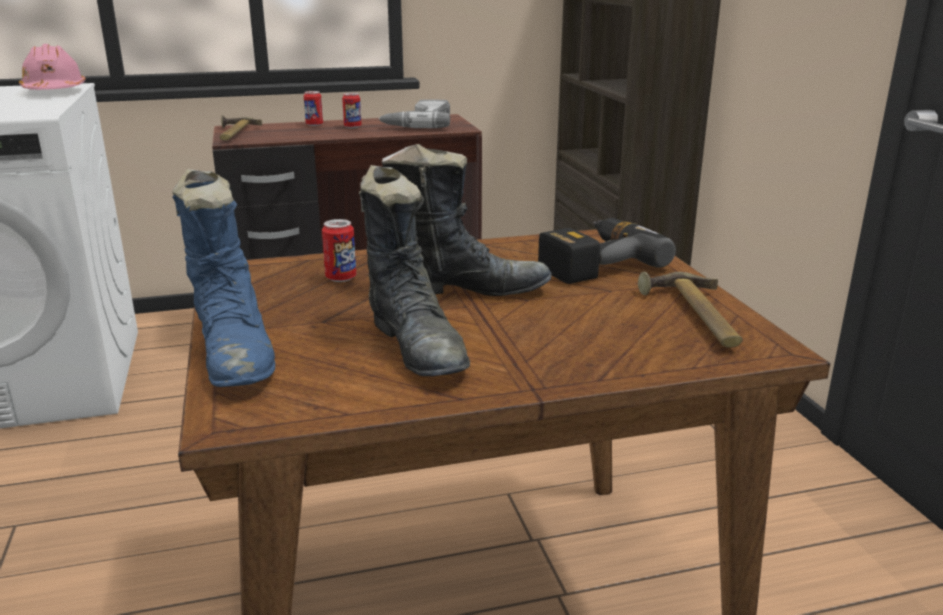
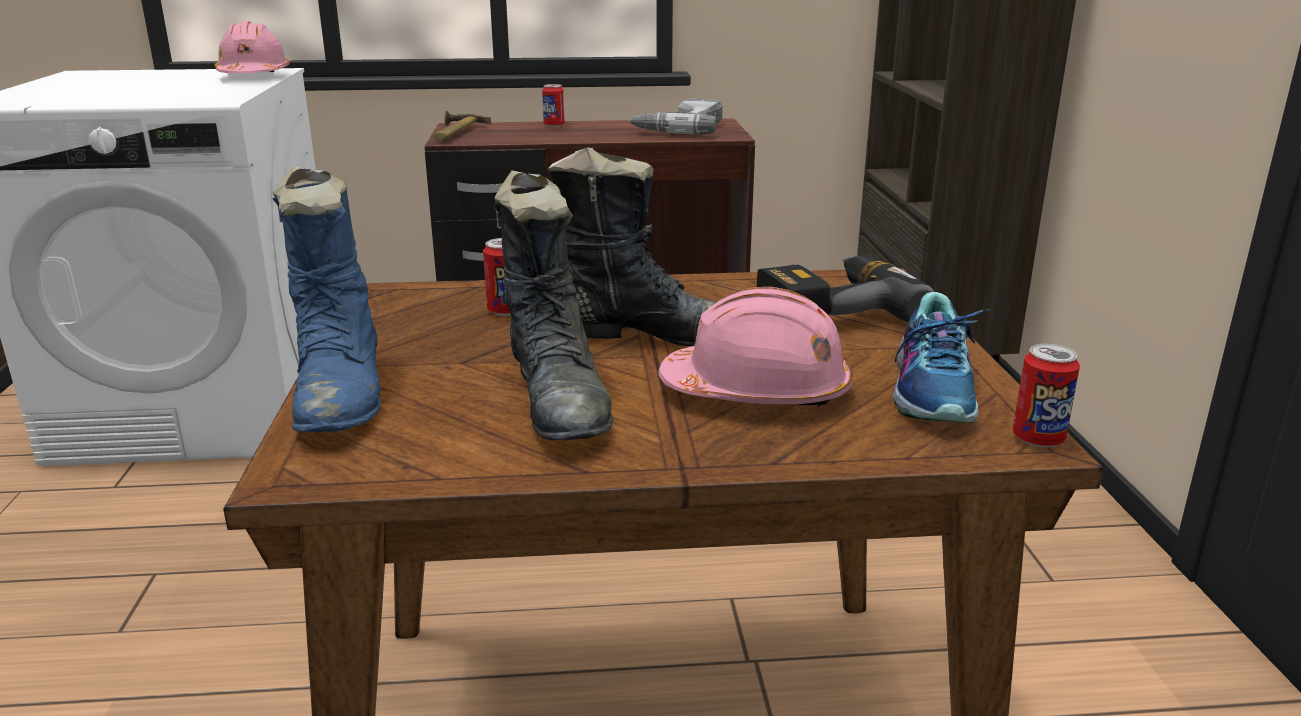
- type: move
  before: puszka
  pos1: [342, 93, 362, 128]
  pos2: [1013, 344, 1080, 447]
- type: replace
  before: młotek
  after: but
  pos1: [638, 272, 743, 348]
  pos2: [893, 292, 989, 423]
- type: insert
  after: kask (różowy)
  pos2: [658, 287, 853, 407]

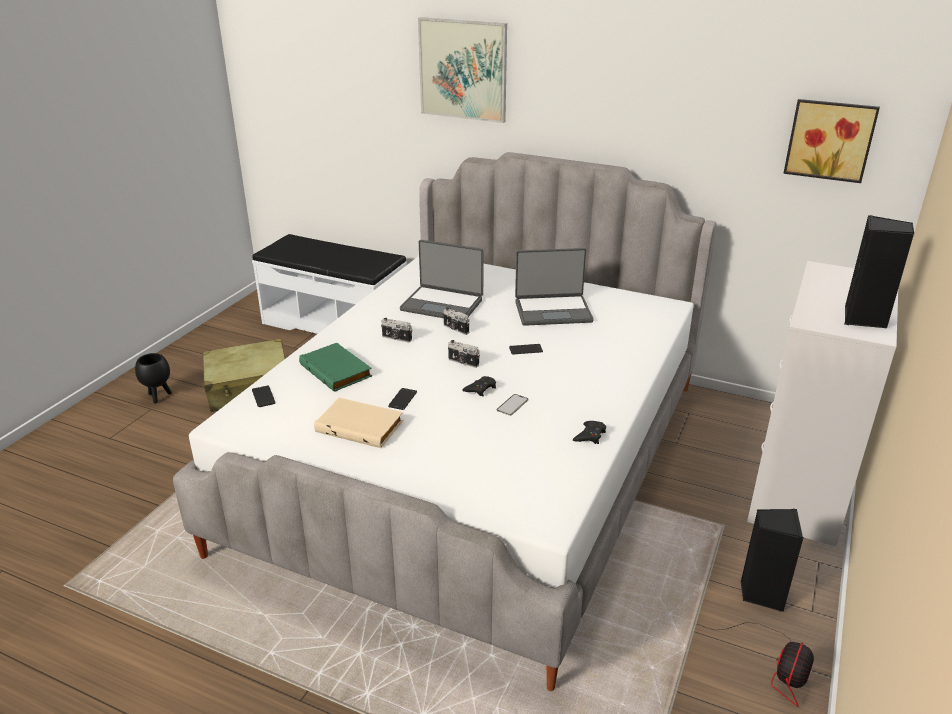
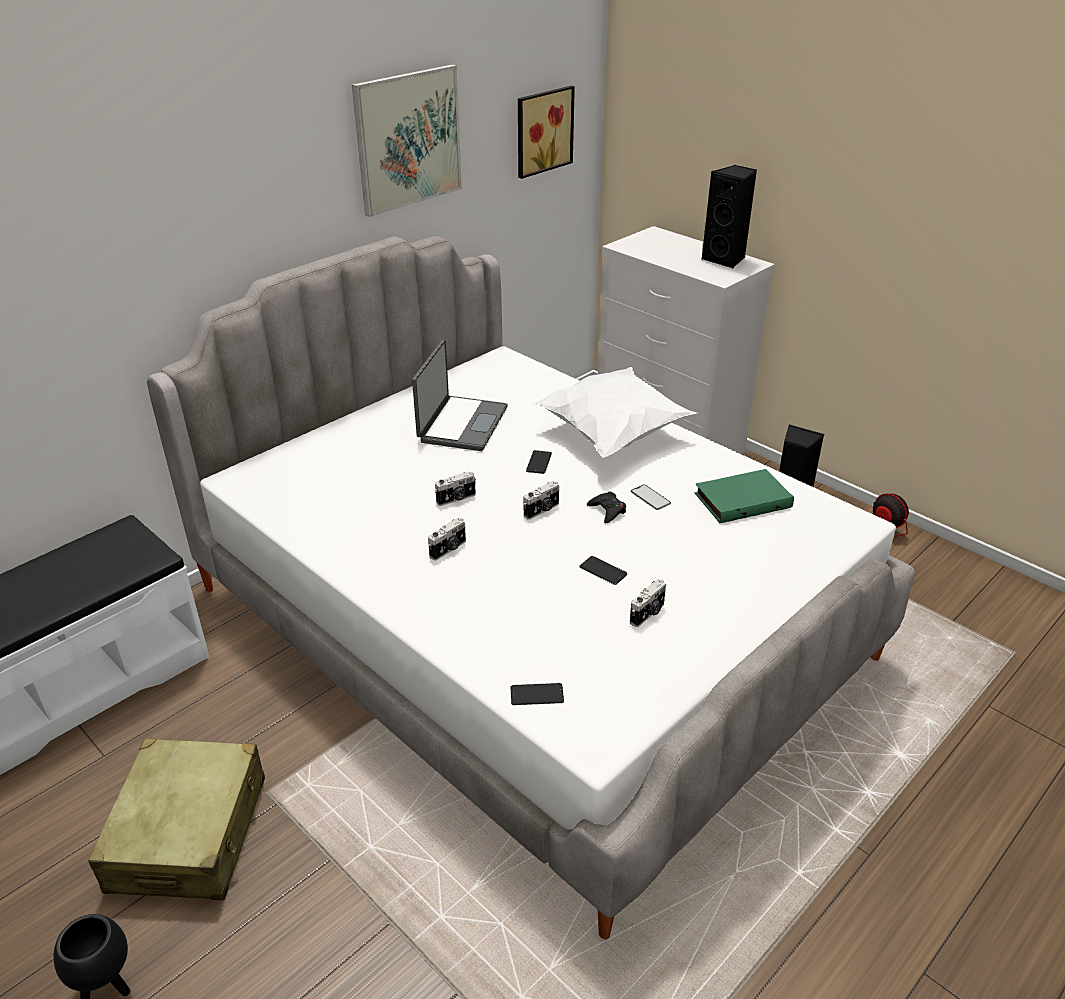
- type: move
  before: książka (zielony)
  pos1: [299, 343, 372, 392]
  pos2: [695, 469, 794, 523]
- type: replace
  before: książka (beżowy)
  after: aparat fotograficzny
  pos1: [314, 397, 403, 448]
  pos2: [630, 579, 666, 627]
- type: delete
  before: laptop
  pos1: [400, 240, 484, 318]
- type: move
  before: obraz
  pos1: [418, 17, 507, 123]
  pos2: [352, 65, 462, 217]
- type: delete
  before: pad do gier (czarny)
  pos1: [573, 421, 606, 444]
- type: insert
  after: poduszka (biały)
  pos2: [533, 367, 697, 458]

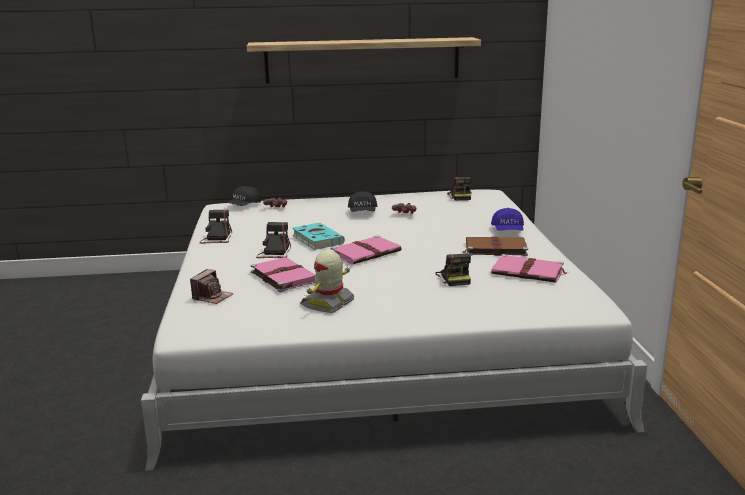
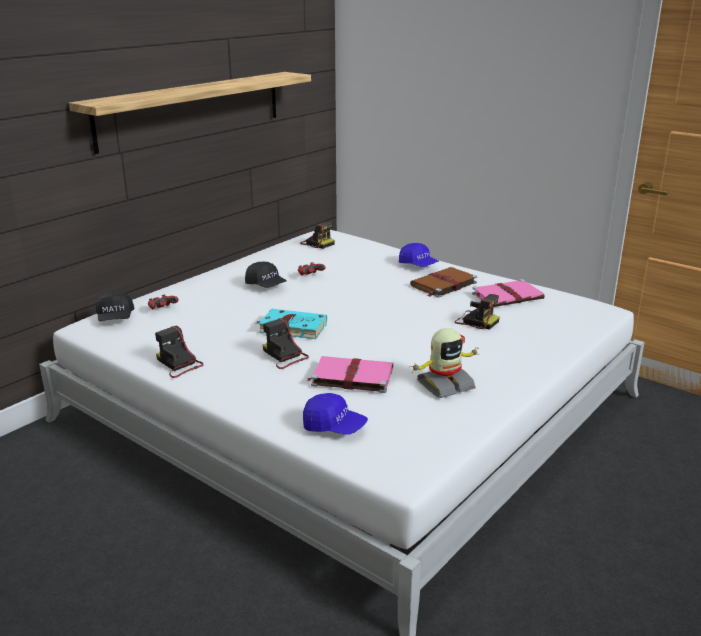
- type: replace
  before: aparat fotograficzny
  after: czapka z daszkiem (niebieski)
  pos1: [190, 269, 233, 304]
  pos2: [303, 393, 368, 435]
- type: rotate
  before: robot zabawkowy
  pos1: [300, 250, 355, 313]
  pos2: [409, 328, 479, 398]
  turn: -105
- type: delete
  before: książka (różowy)
  pos1: [331, 235, 402, 264]

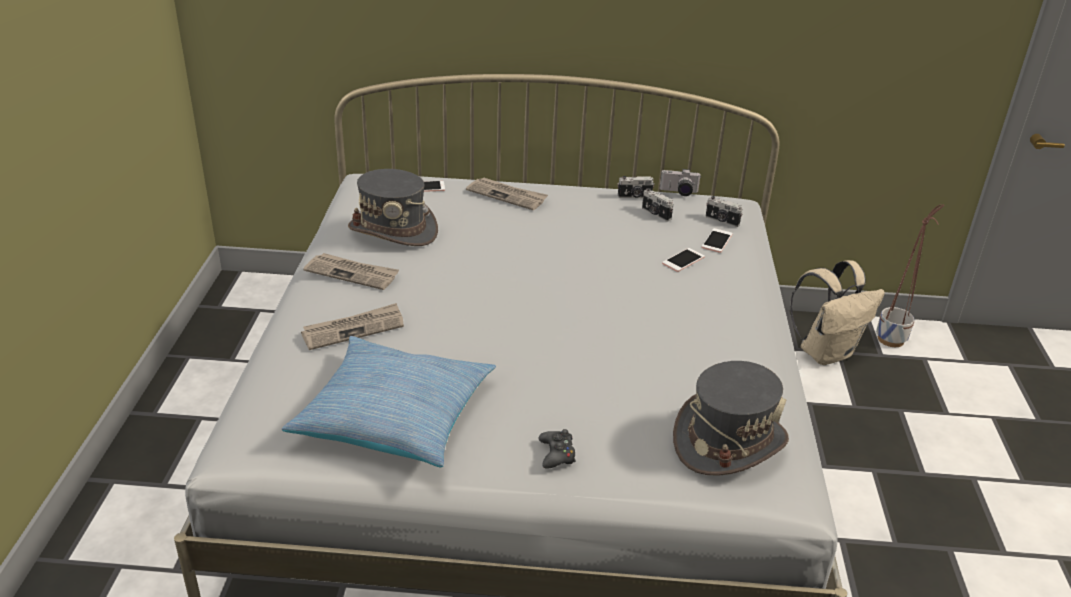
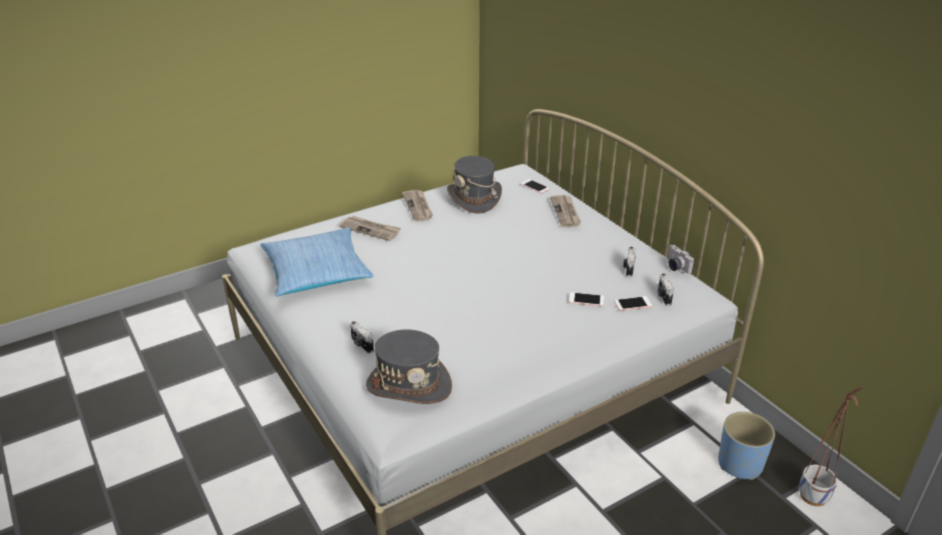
- type: delete
  before: pad do gier (czarny)
  pos1: [539, 429, 576, 469]
- type: move
  before: aparat fotograficzny
  pos1: [617, 176, 655, 198]
  pos2: [350, 321, 374, 354]
- type: replace
  before: plecak (beżowy)
  after: donica (niebieski)
  pos1: [790, 260, 885, 365]
  pos2: [718, 412, 775, 480]

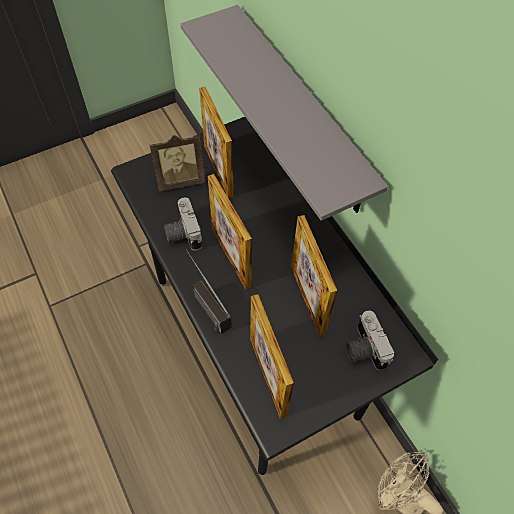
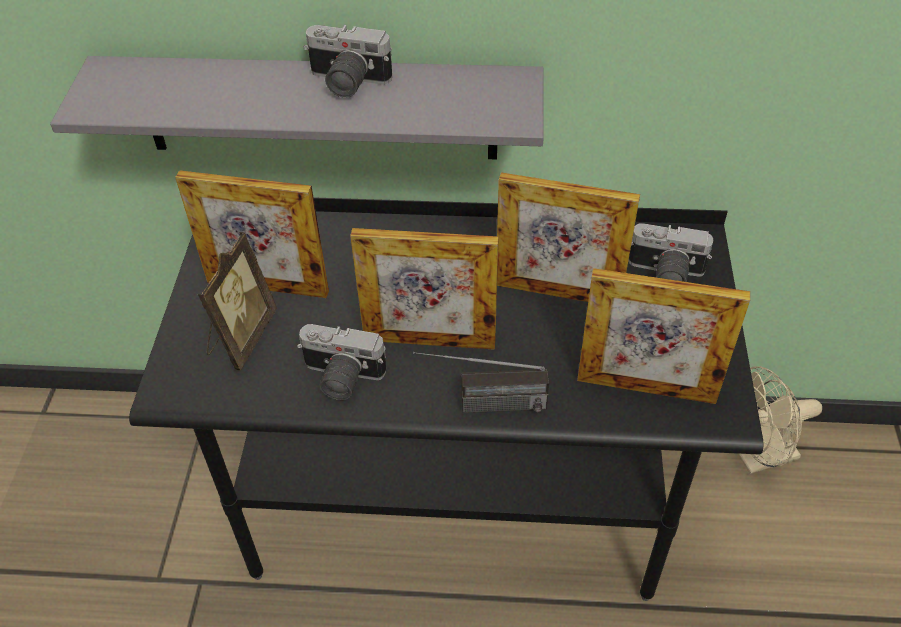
- type: insert
  after: aparat fotograficzny
  pos2: [303, 25, 392, 98]

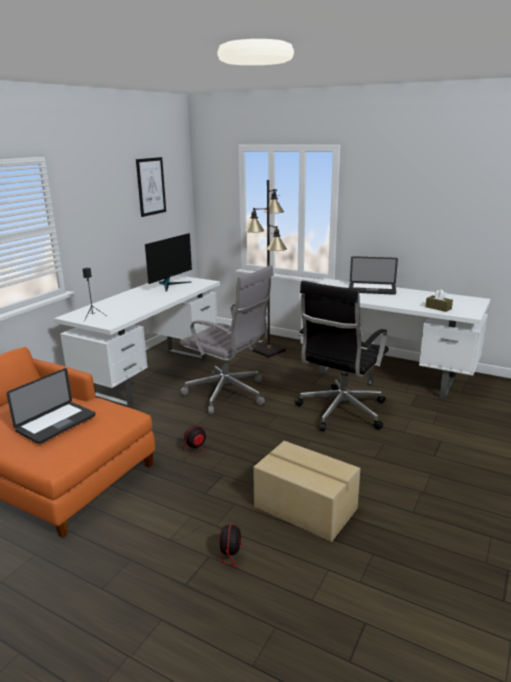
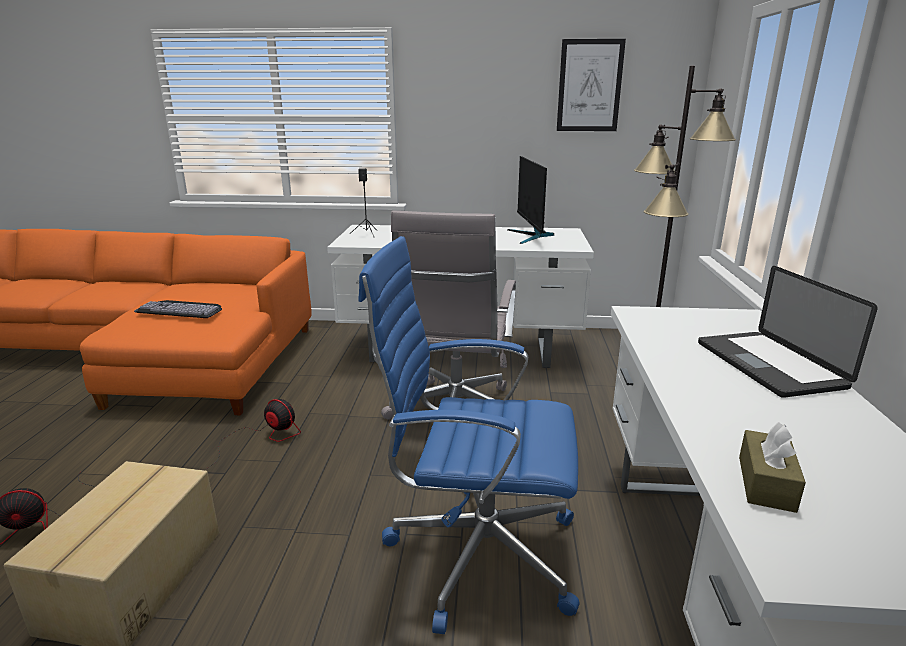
- type: replace
  before: laptop
  after: klawiatura
  pos1: [7, 368, 96, 444]
  pos2: [134, 300, 222, 318]
- type: rotate
  before: monitor
  pos1: [145, 233, 192, 291]
  pos2: [507, 156, 554, 244]
  turn: 75
- type: recolor
  before: krzesło biurowe (czarny)
  after: krzesło biurowe (niebieski)
  pos1: [295, 281, 389, 431]
  pos2: [358, 236, 580, 634]

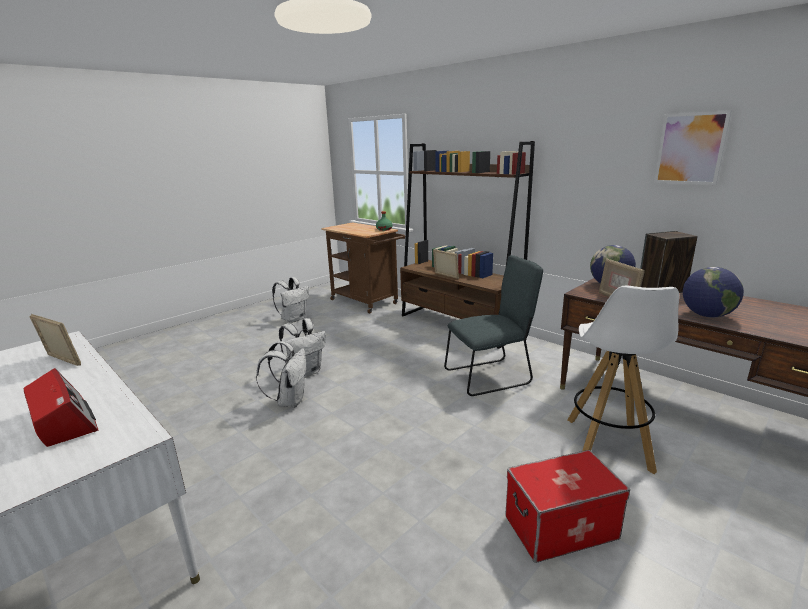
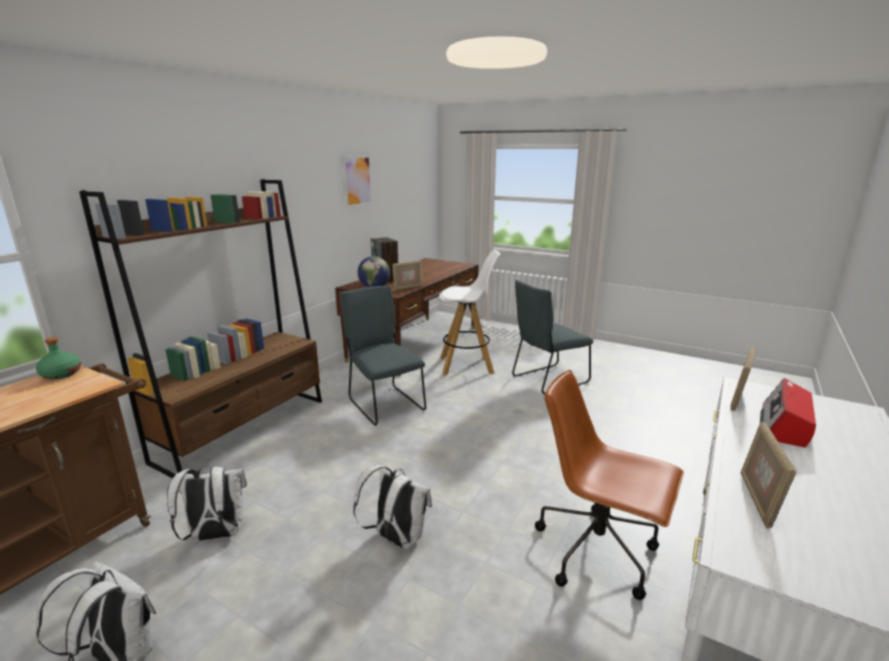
- type: move
  before: plecak (biały)
  pos1: [256, 341, 306, 408]
  pos2: [167, 466, 247, 541]
- type: move
  before: ramka na zdjęcie
  pos1: [433, 249, 459, 279]
  pos2: [730, 347, 757, 411]
- type: replace
  before: pojemnik do przechowywania
  after: krzesło (szary)
  pos1: [505, 450, 630, 563]
  pos2: [512, 280, 593, 394]
- type: delete
  before: globus
  pos1: [683, 267, 744, 317]
- type: insert
  after: krzesło biurowe (brązowy)
  pos2: [535, 370, 684, 600]

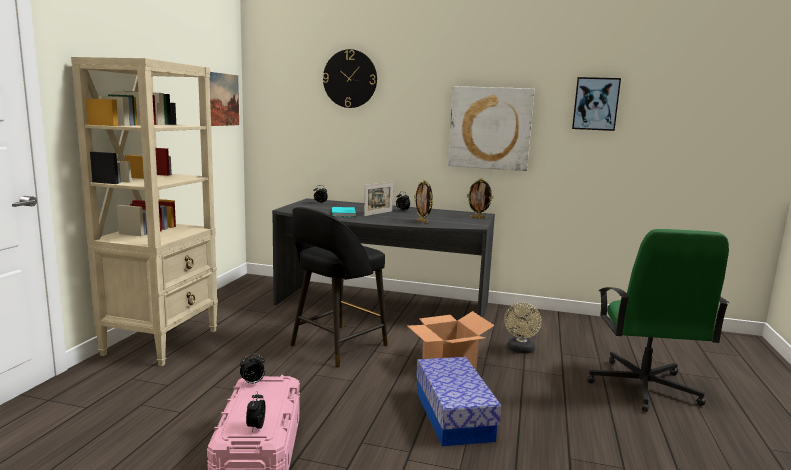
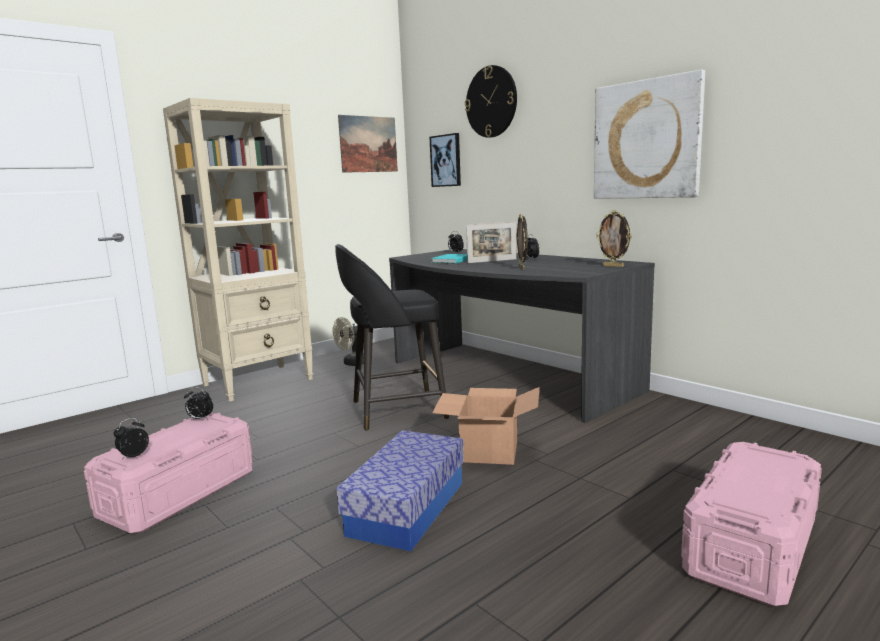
- type: move
  before: wentylator (beżowy)
  pos1: [504, 303, 542, 354]
  pos2: [333, 317, 364, 366]
- type: move
  before: obraz
  pos1: [572, 77, 621, 131]
  pos2: [429, 133, 461, 187]
- type: replace
  before: krzesło biurowe (zielony)
  after: pojemnik do przechowywania (różowy)
  pos1: [587, 229, 729, 412]
  pos2: [681, 442, 822, 606]

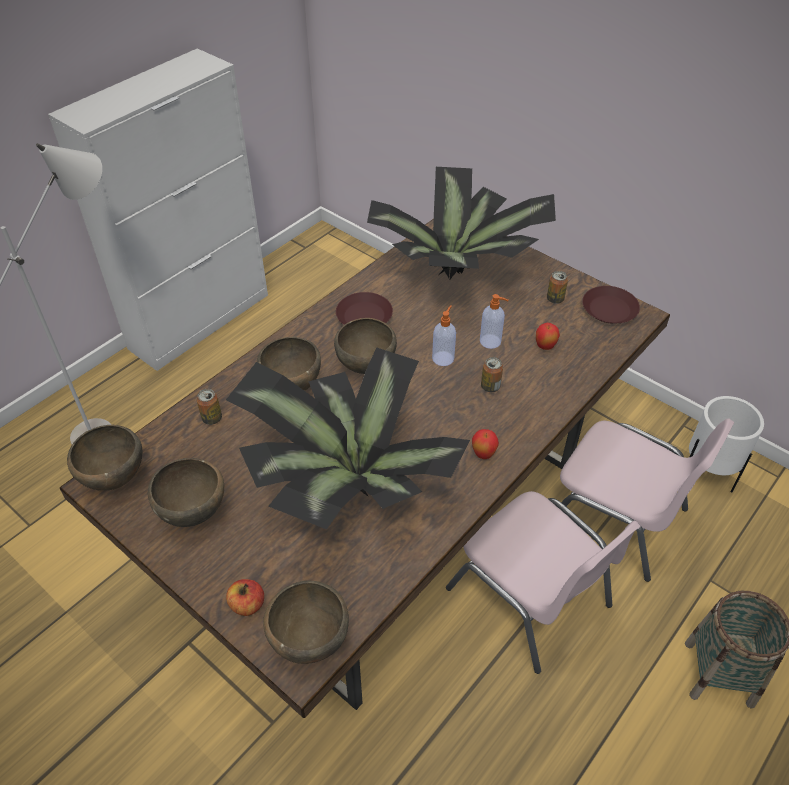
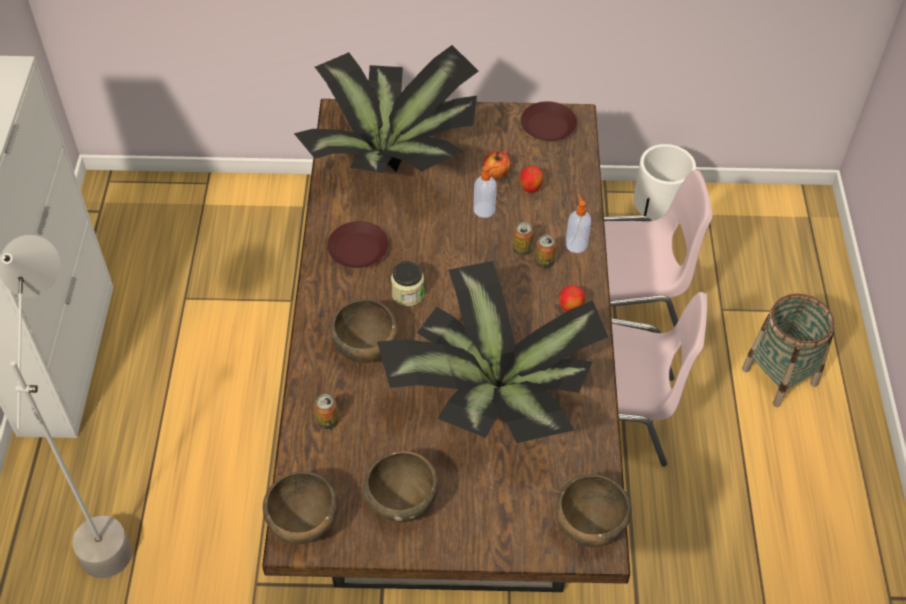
- type: move
  before: jabłko
  pos1: [226, 579, 264, 616]
  pos2: [483, 151, 510, 179]
- type: replace
  before: miska (brązowy)
  after: słoik
  pos1: [334, 318, 397, 374]
  pos2: [391, 261, 424, 306]
- type: move
  before: dozownik mydła
  pos1: [432, 305, 456, 366]
  pos2: [565, 194, 591, 253]
- type: move
  before: puszka
  pos1: [547, 271, 568, 304]
  pos2: [535, 235, 556, 269]

